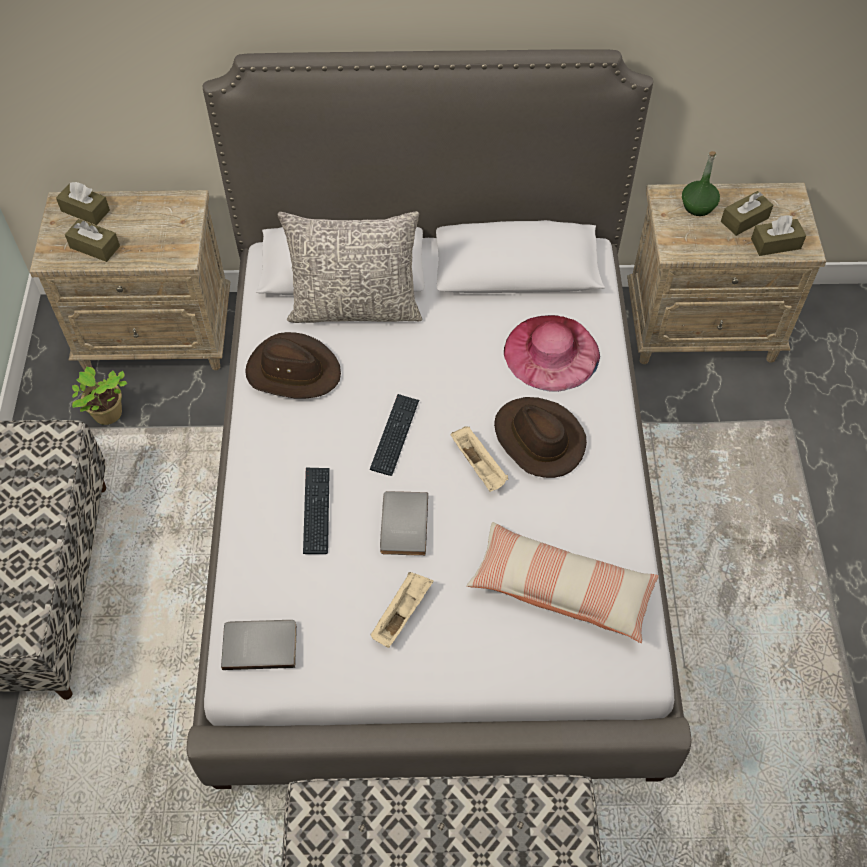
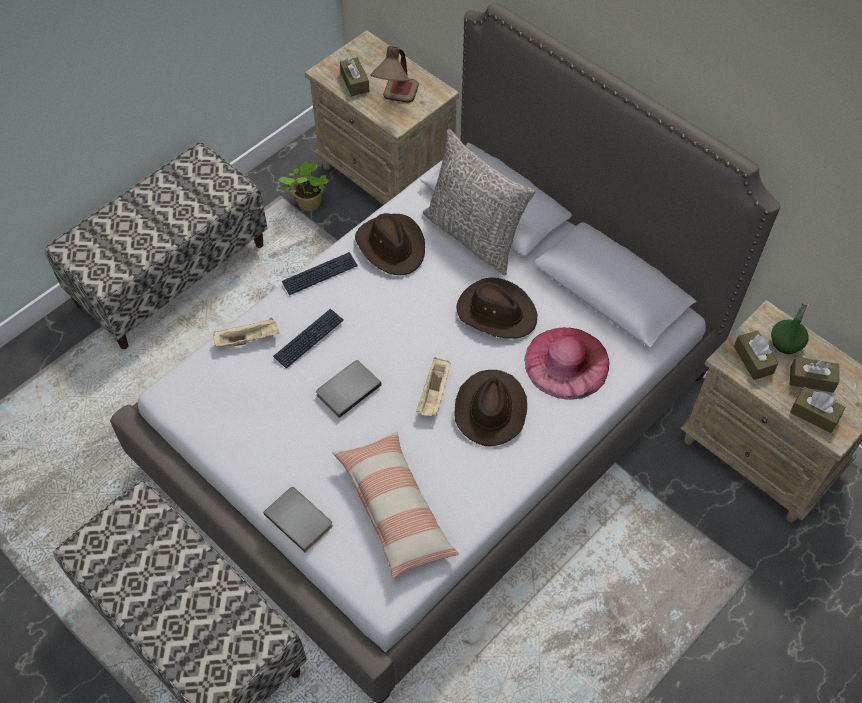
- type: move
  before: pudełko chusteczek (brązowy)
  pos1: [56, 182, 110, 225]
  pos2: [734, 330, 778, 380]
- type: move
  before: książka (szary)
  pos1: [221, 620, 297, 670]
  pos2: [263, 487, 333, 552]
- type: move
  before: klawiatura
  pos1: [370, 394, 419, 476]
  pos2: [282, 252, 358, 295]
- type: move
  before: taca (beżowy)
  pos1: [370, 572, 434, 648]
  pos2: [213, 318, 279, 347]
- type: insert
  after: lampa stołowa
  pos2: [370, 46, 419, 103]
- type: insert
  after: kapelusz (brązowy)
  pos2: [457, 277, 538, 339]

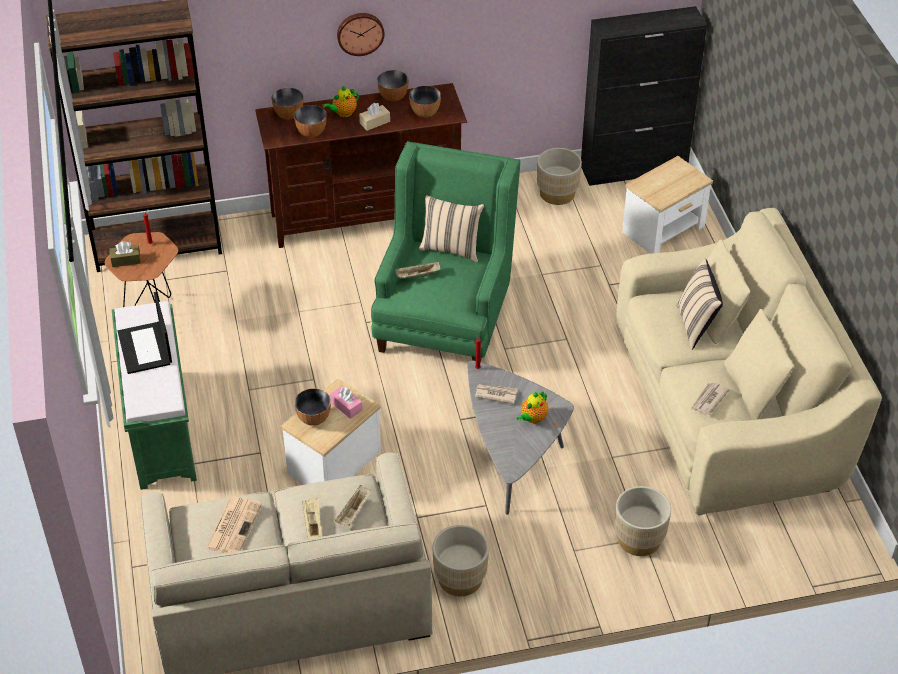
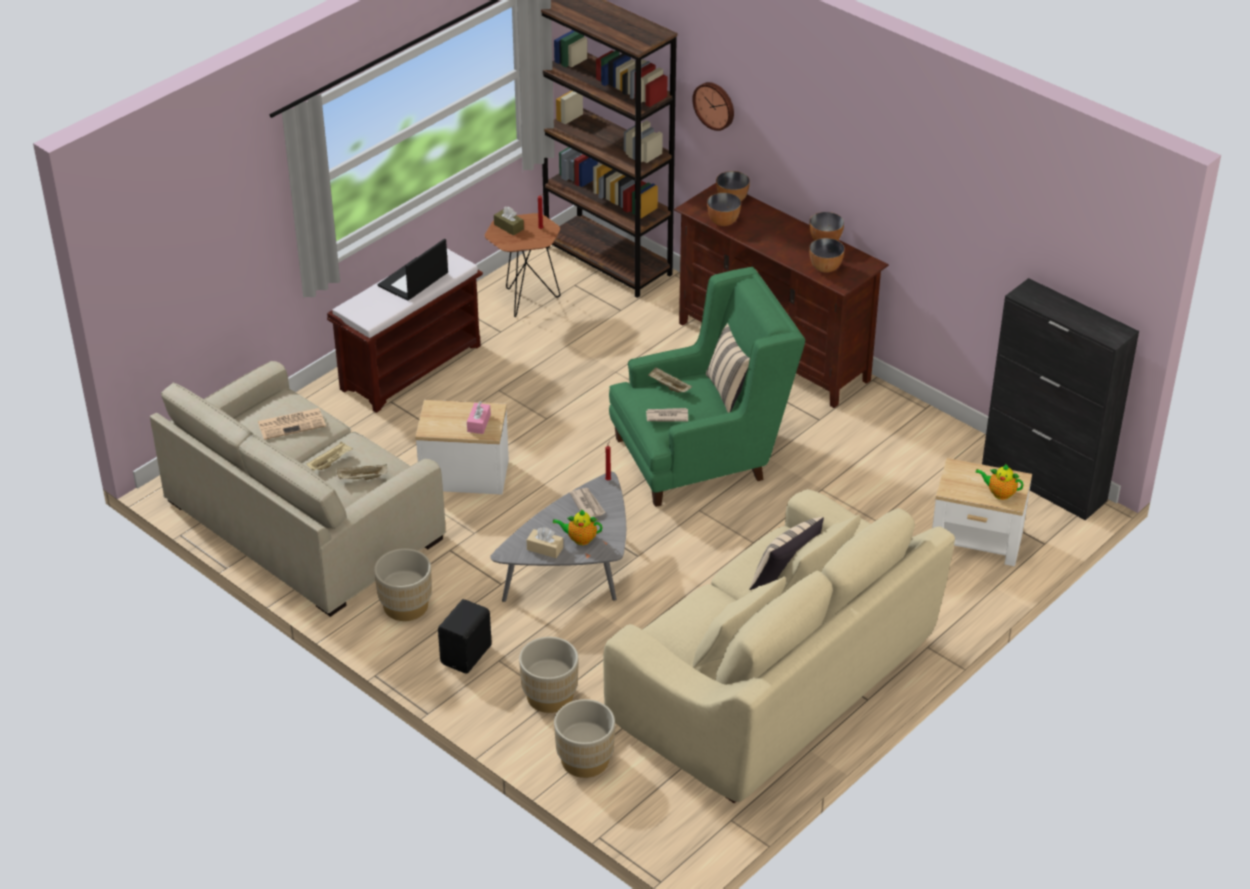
- type: recolor
  before: ławka (zielony)
  after: ławka (brązowy)
  pos1: [112, 301, 197, 490]
  pos2: [327, 249, 483, 413]
- type: delete
  before: miska
  pos1: [294, 388, 331, 426]
- type: move
  before: imbryk
  pos1: [322, 86, 359, 117]
  pos2: [975, 464, 1024, 500]
- type: move
  before: zegar ścienny
  pos1: [337, 13, 385, 56]
  pos2: [692, 82, 734, 131]
- type: move
  before: pudełko chusteczek (beżowy)
  pos1: [359, 103, 390, 131]
  pos2: [526, 527, 563, 558]
- type: move
  before: donica (beżowy)
  pos1: [537, 148, 582, 205]
  pos2: [554, 699, 615, 778]
- type: move
  before: gazeta
  pos1: [691, 382, 729, 415]
  pos2: [646, 408, 688, 422]
- type: insert
  after: głośnik (czarny)
  pos2: [438, 599, 492, 674]

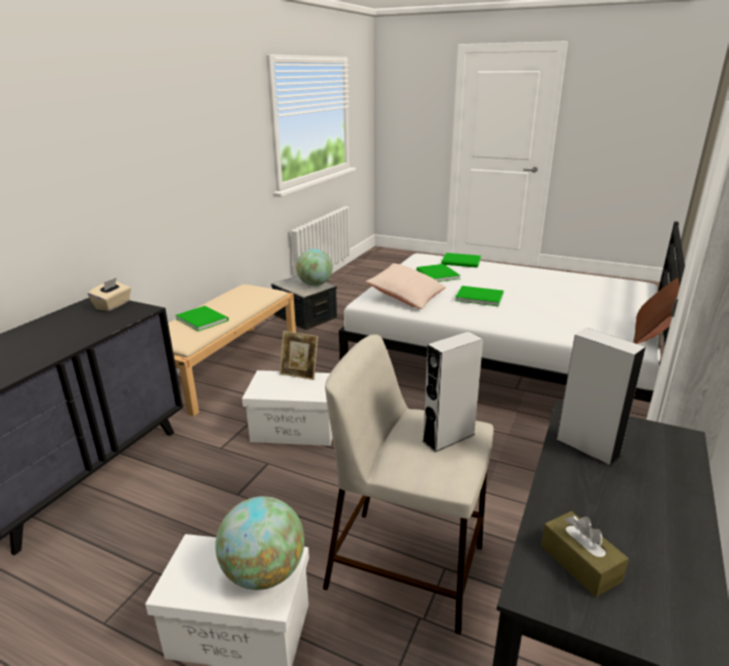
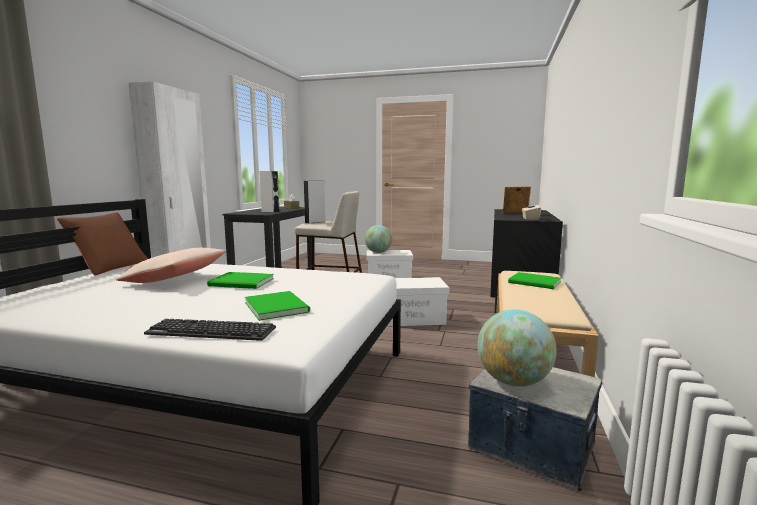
- type: move
  before: ramka na zdjęcie
  pos1: [280, 331, 318, 380]
  pos2: [503, 186, 531, 214]
- type: move
  before: poduszka (beżowy)
  pos1: [366, 263, 446, 309]
  pos2: [116, 248, 226, 283]
- type: replace
  before: książka (zielony)
  after: klawiatura
  pos1: [441, 253, 481, 268]
  pos2: [144, 319, 276, 341]

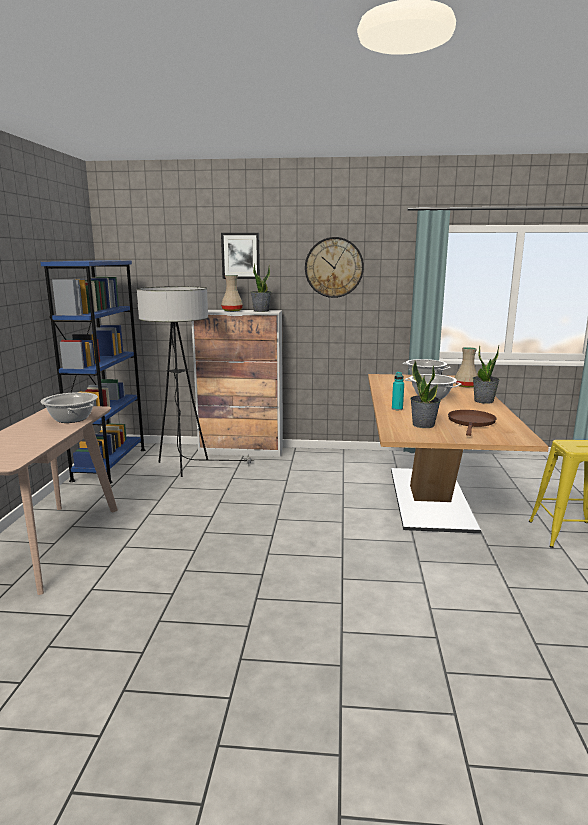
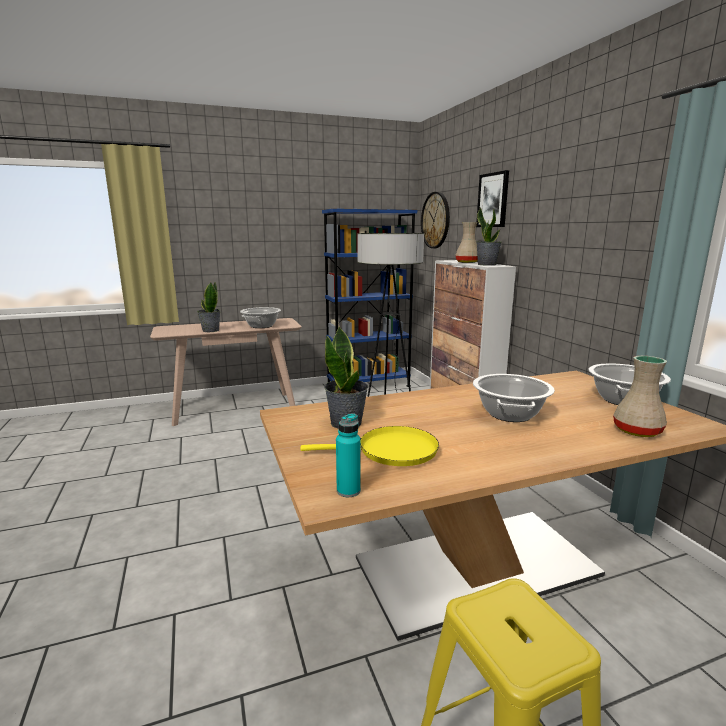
- type: move
  before: zegar ścienny
  pos1: [305, 237, 364, 298]
  pos2: [421, 192, 450, 249]
- type: move
  before: butelka (turkusowy)
  pos1: [392, 372, 404, 410]
  pos2: [336, 413, 361, 497]
- type: recolor
  before: patelnia (brązowy)
  after: patelnia (żółty)
  pos1: [448, 410, 497, 436]
  pos2: [300, 426, 439, 466]
- type: move
  before: roślina doniczkowa
  pos1: [473, 345, 500, 404]
  pos2: [197, 282, 221, 332]

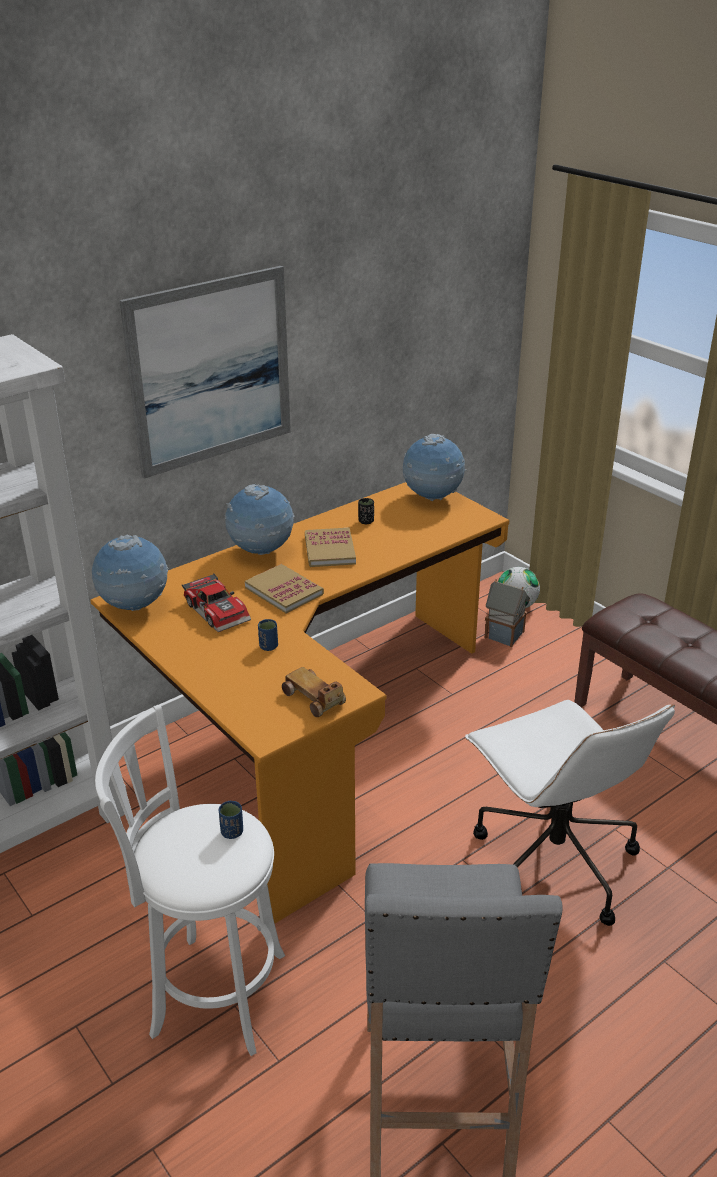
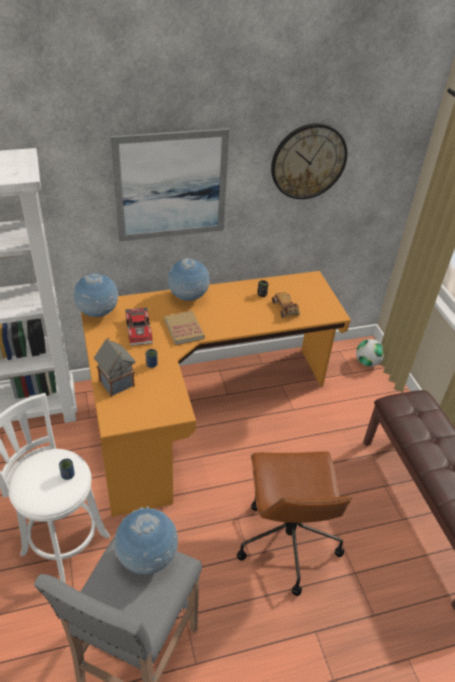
- type: move
  before: samochodzik
  pos1: [282, 667, 346, 717]
  pos2: [272, 292, 300, 318]
- type: delete
  before: książka
  pos1: [305, 527, 356, 567]
- type: move
  before: globus
  pos1: [403, 434, 466, 501]
  pos2: [114, 506, 178, 575]
- type: recolor
  before: krzesło biurowe (biały)
  after: krzesło biurowe (brązowy)
  pos1: [465, 700, 675, 926]
  pos2: [237, 451, 352, 596]
- type: move
  before: domek
  pos1: [484, 579, 530, 647]
  pos2: [94, 338, 136, 397]
- type: insert
  after: zegar ścienny
  pos2: [271, 123, 347, 199]

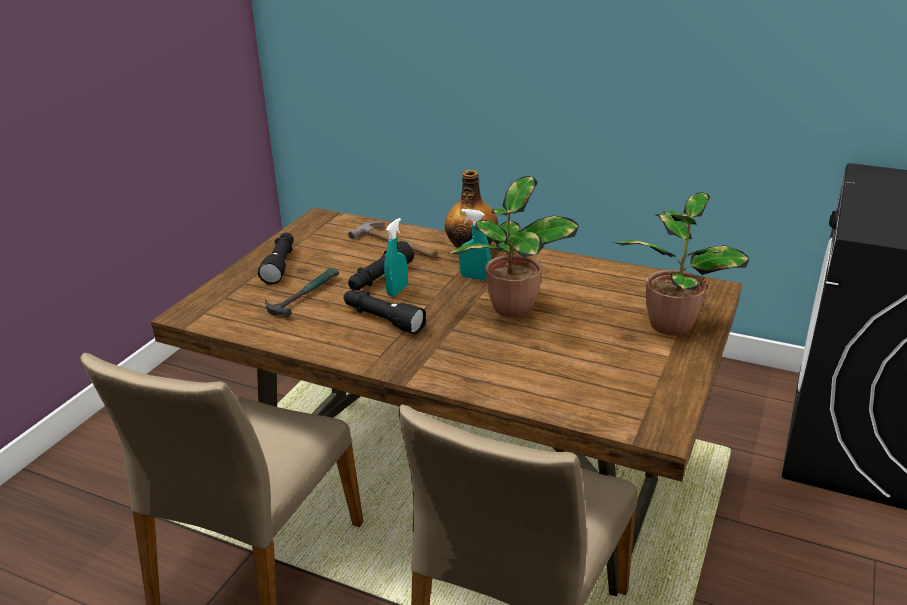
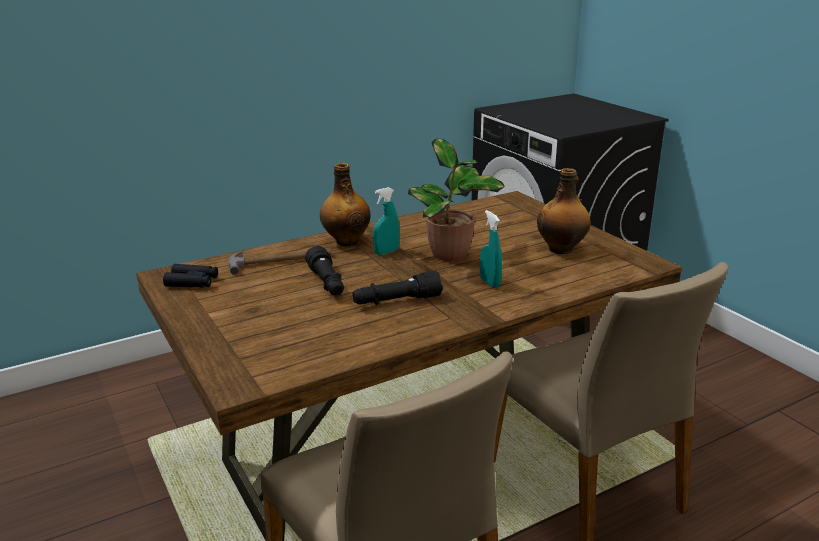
- type: delete
  before: latarka (czarny)
  pos1: [258, 233, 294, 285]
- type: delete
  before: młotek
  pos1: [265, 268, 339, 317]
- type: move
  before: spryskiwacz (turkusowy)
  pos1: [384, 218, 408, 297]
  pos2: [480, 210, 502, 288]
- type: delete
  before: roślina doniczkowa
  pos1: [613, 192, 749, 336]
- type: insert
  after: lornetka (czarny)
  pos2: [163, 264, 218, 287]
- type: insert
  after: butelka
  pos2: [537, 168, 591, 254]

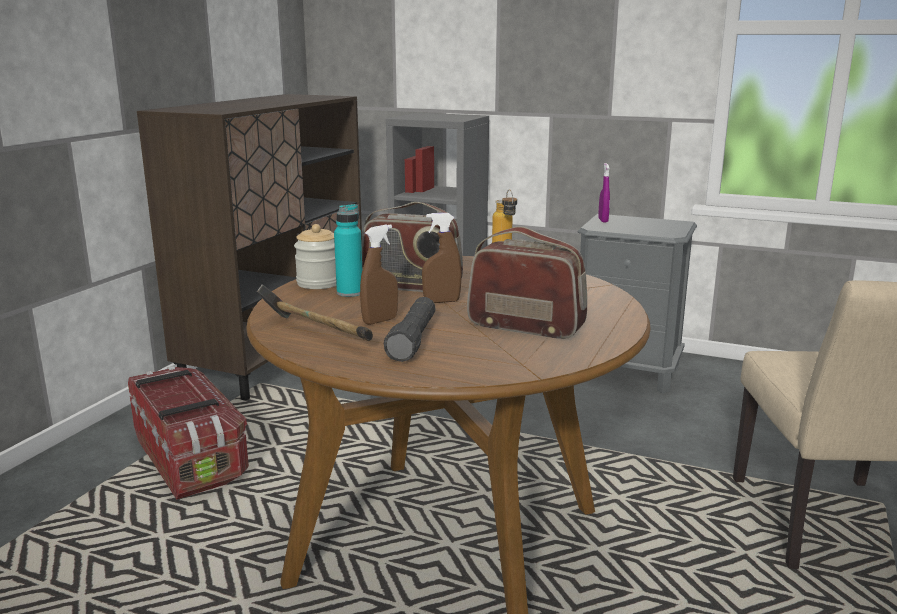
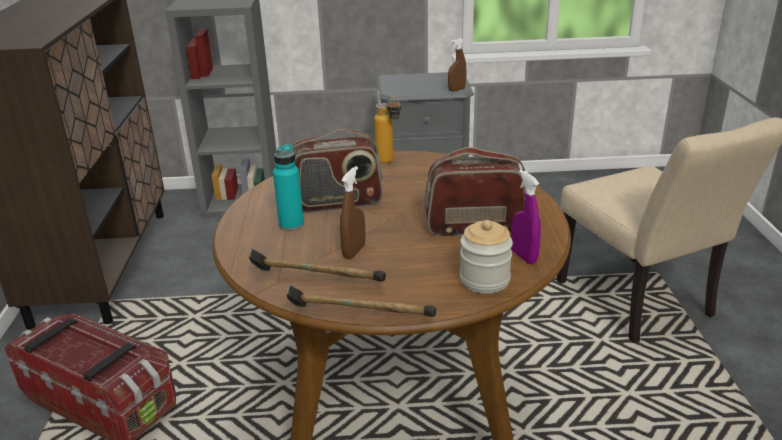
- type: move
  before: słoik
  pos1: [294, 224, 336, 289]
  pos2: [460, 220, 513, 294]
- type: delete
  before: latarka (czarny)
  pos1: [384, 297, 436, 362]
- type: move
  before: spryskiwacz (brązowy)
  pos1: [422, 213, 462, 303]
  pos2: [448, 38, 467, 92]
- type: move
  before: spryskiwacz (fioletowy)
  pos1: [598, 163, 610, 223]
  pos2: [511, 170, 541, 264]
- type: insert
  after: młotek
  pos2: [286, 285, 436, 317]

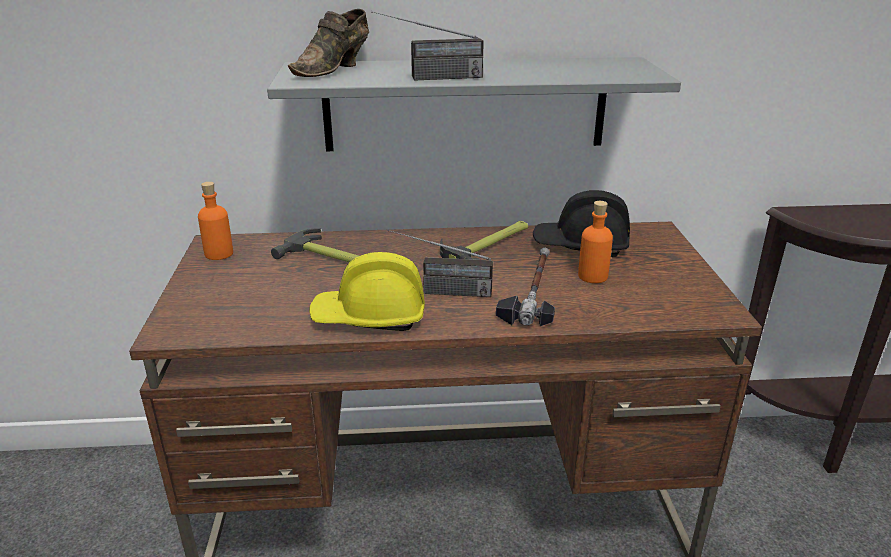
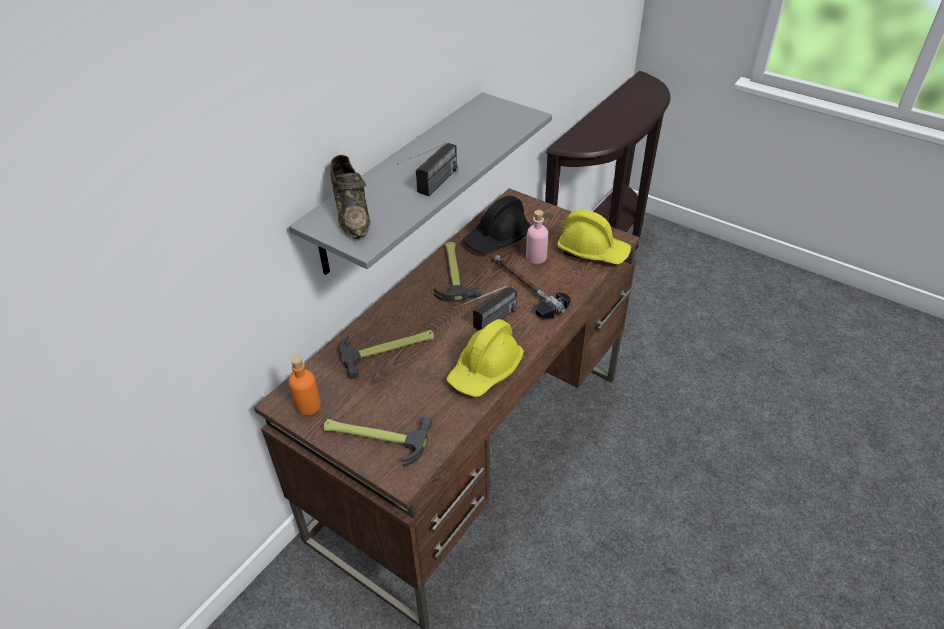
- type: recolor
  before: butelka (pomarańczowy)
  after: butelka (różowy)
  pos1: [578, 201, 613, 283]
  pos2: [526, 210, 548, 264]
- type: insert
  after: młotek
  pos2: [324, 416, 433, 467]
- type: insert
  after: kask (żółty)
  pos2: [557, 210, 631, 264]

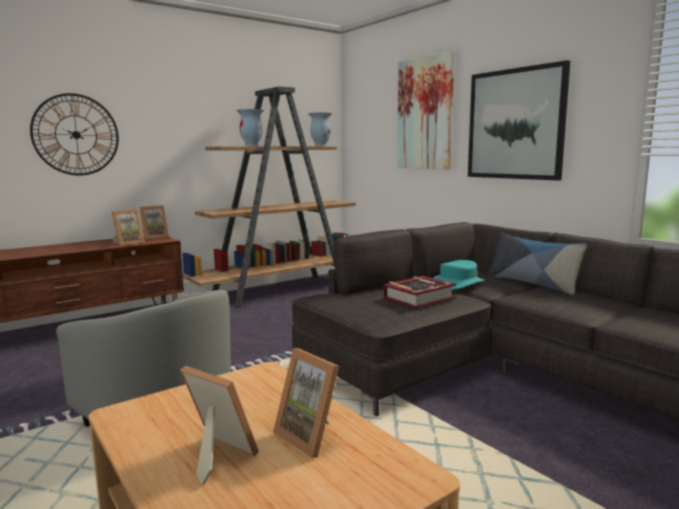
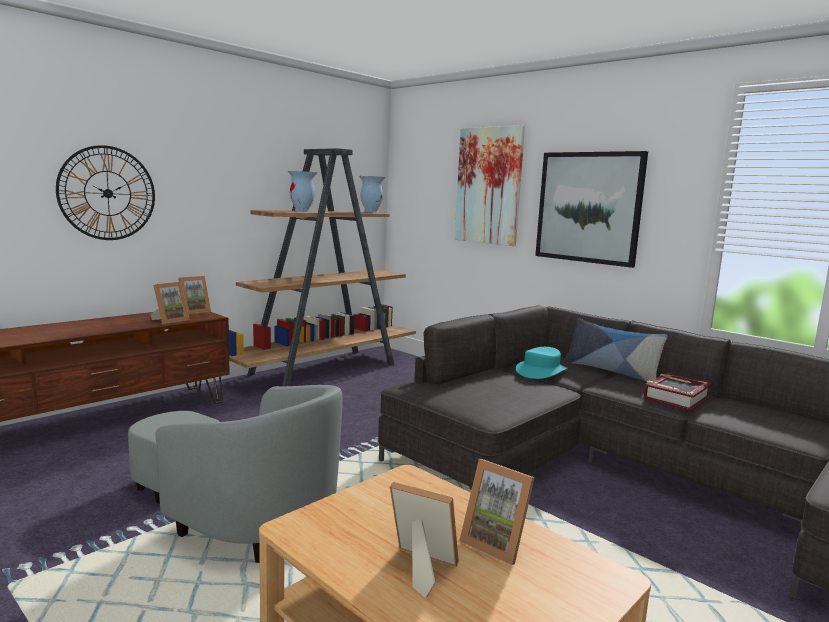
- type: move
  before: książka
  pos1: [384, 276, 456, 309]
  pos2: [643, 373, 713, 411]

